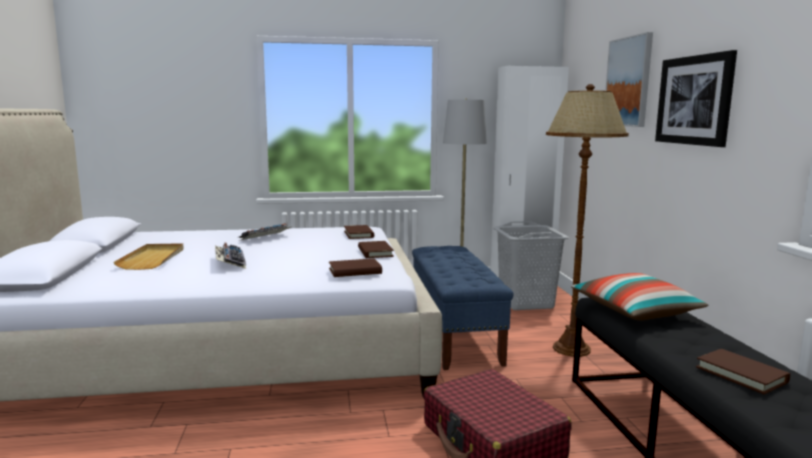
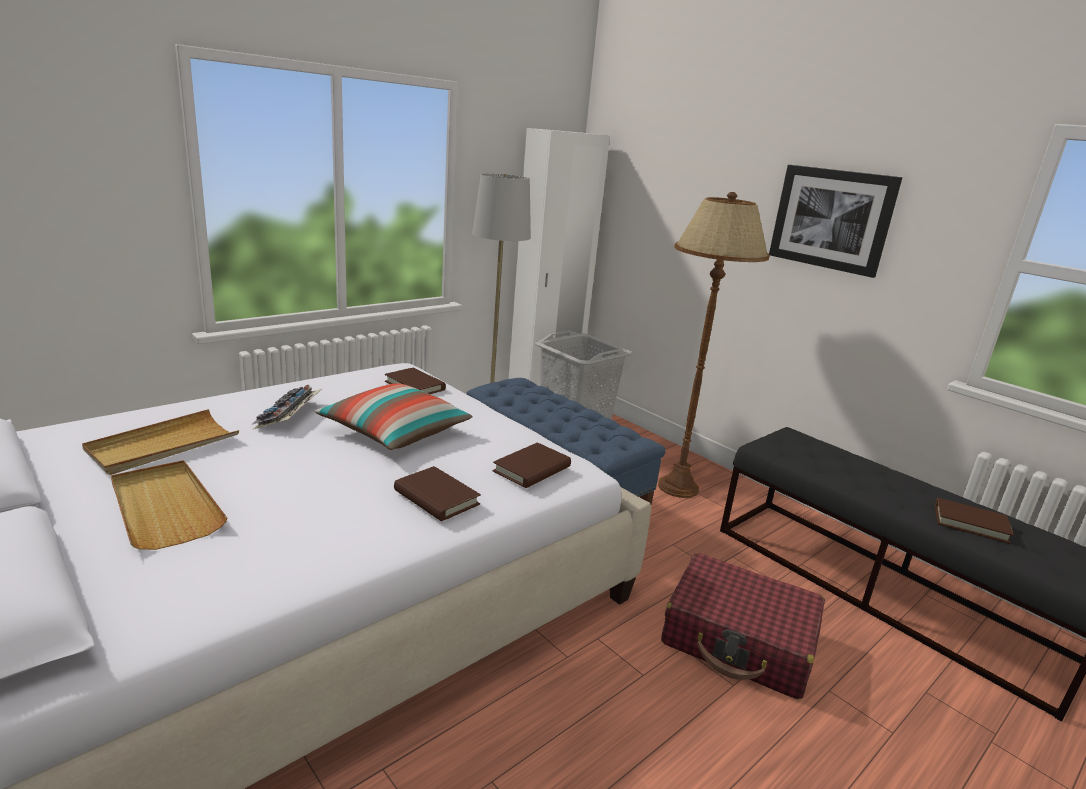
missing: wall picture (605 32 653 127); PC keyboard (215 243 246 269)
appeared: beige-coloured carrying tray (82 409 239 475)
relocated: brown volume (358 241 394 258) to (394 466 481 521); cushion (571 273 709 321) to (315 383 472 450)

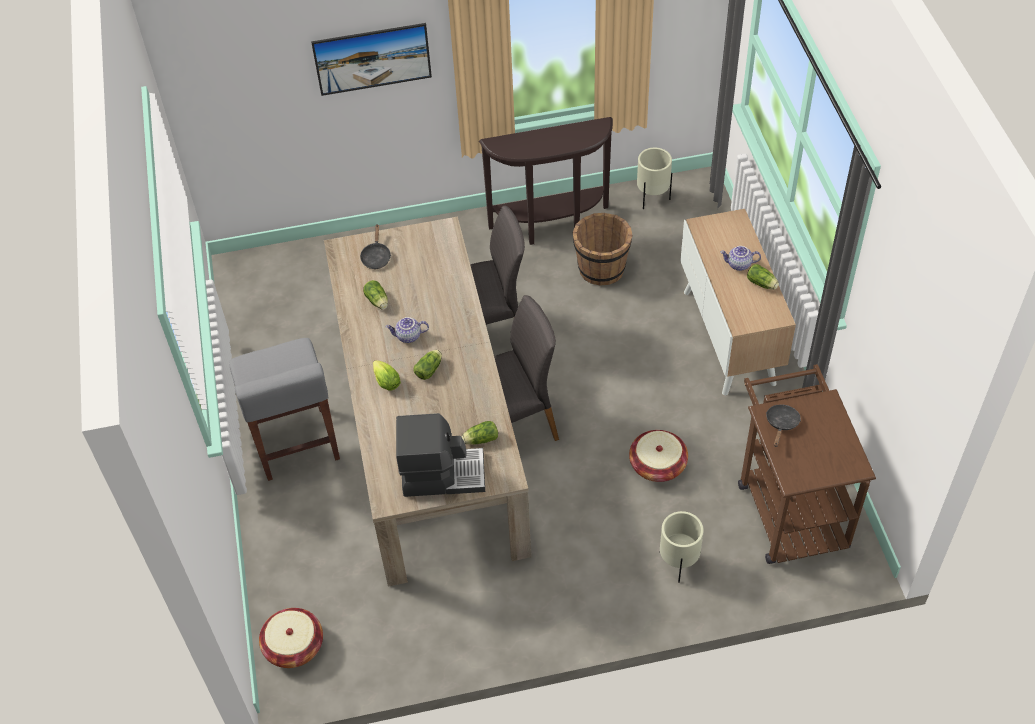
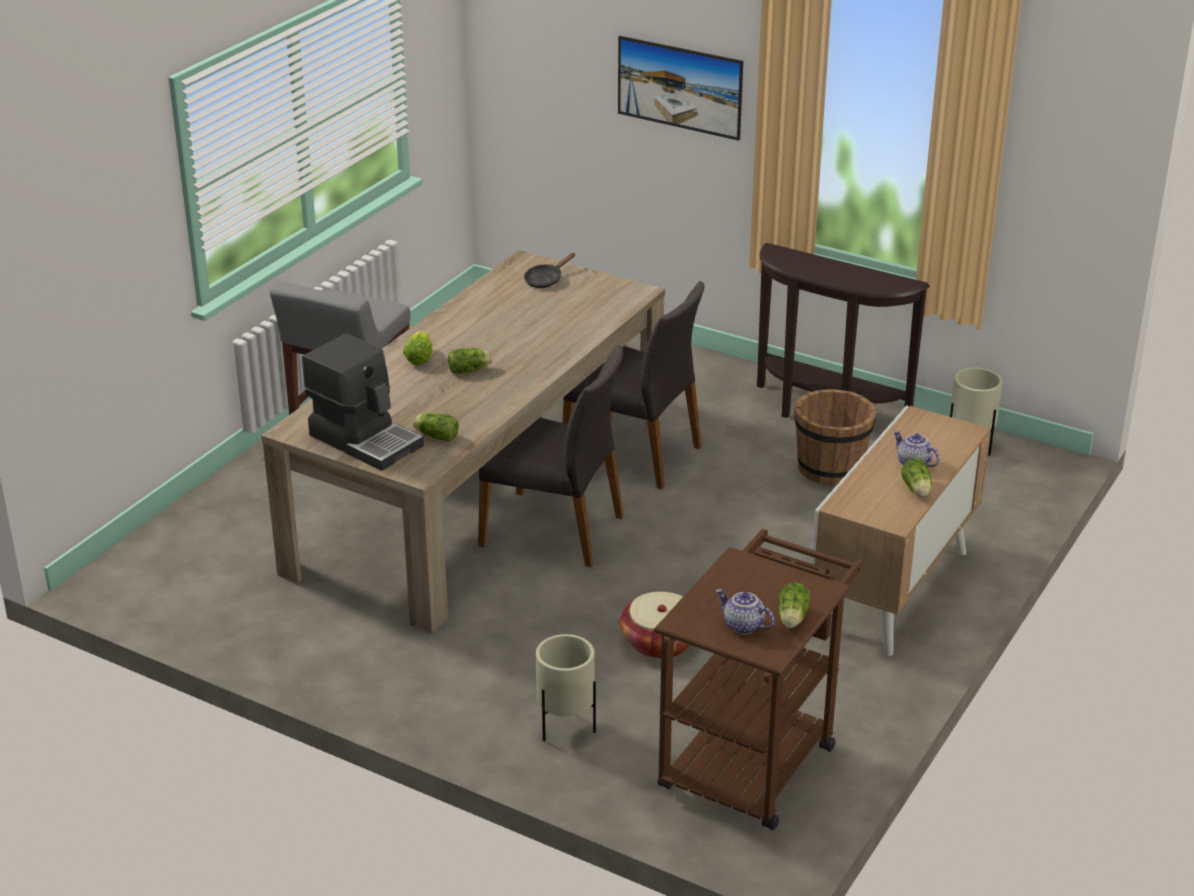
missing: black-coloured pan (766 404 801 447); household basket (259 608 323 668)
relocated: lettuce head (363 280 388 309) to (778 583 811 628); pot for tea (385 317 429 343) to (716 589 774 634)

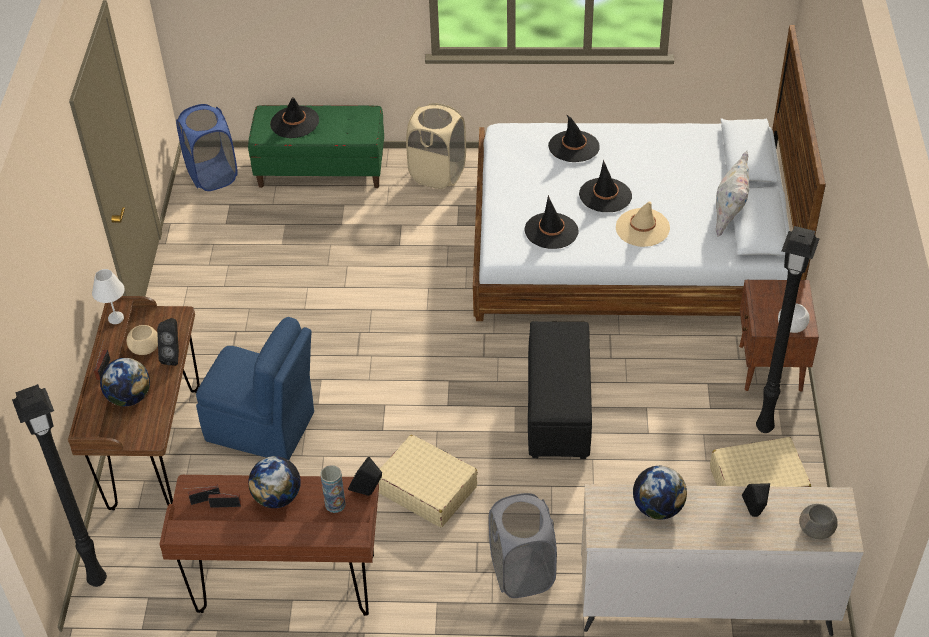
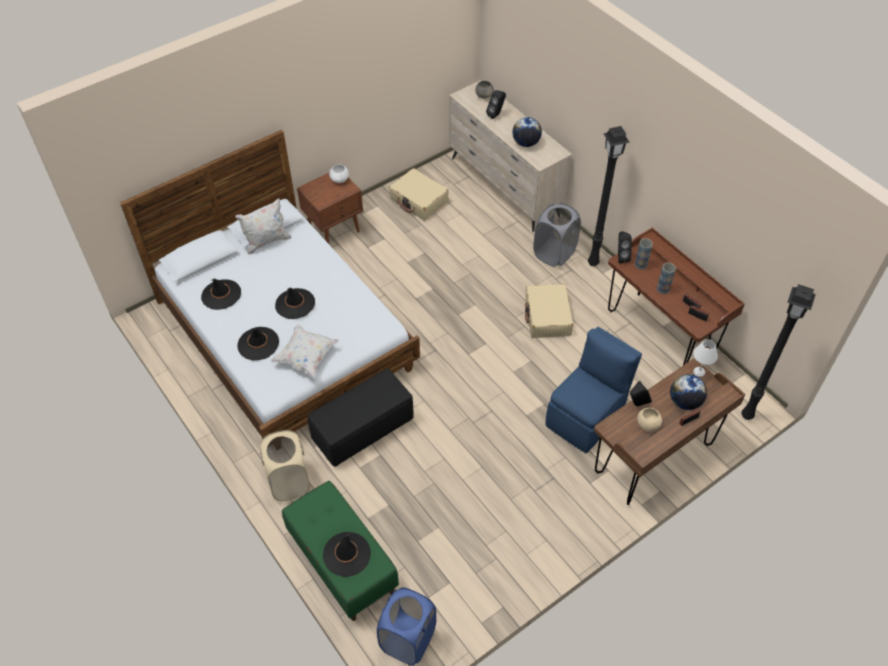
missing: beige-coloured wearable hat (616 201 670 247)
appeared: whitish cushion (270 325 339 378)
relocated: black-coloured wearable hat (524 195 579 249) to (201 278 241 310); black-coloured standing lamp (756 226 820 433) to (588 126 630 266); whitish lamp for a table (92 269 125 324) to (693 339 718 377); black-coloured ottoman (528 321 592 459) to (307 369 414 467)
exchanged: globe (248 456 301 508) to flower vase (657 263 676 294)
spun: blue plain chair (196 317 314 460) = (546 327 642 453) 60 degrees clockwise

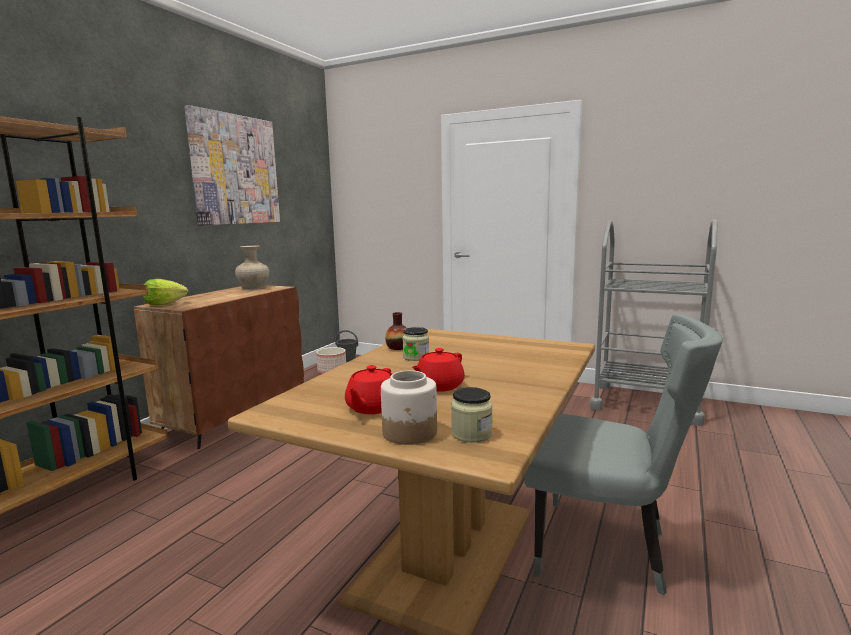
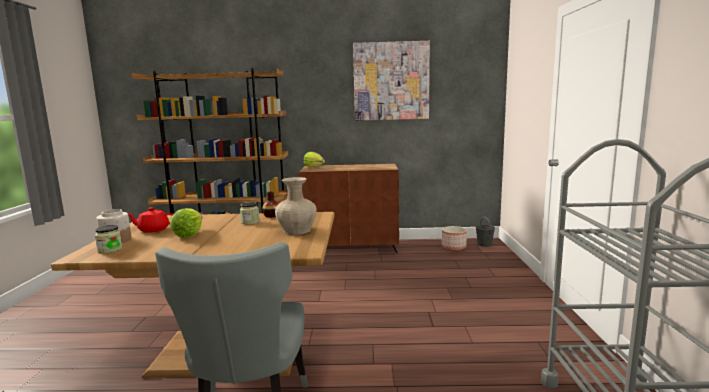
relocated: beige-coloured flower vase (235 246 269 290) to (275 177 317 235)
exchanged: reddish pot for tea (412 348 465 392) to lettuce head (170 208 202 238)

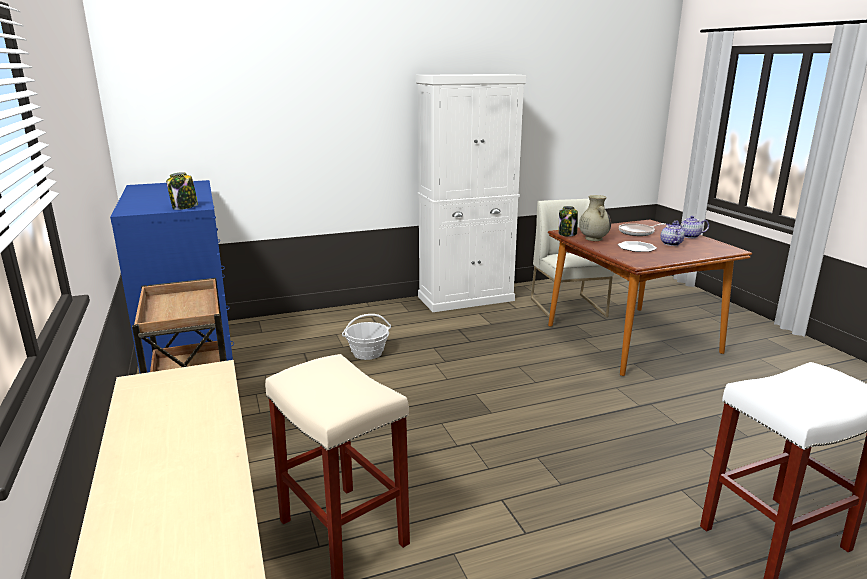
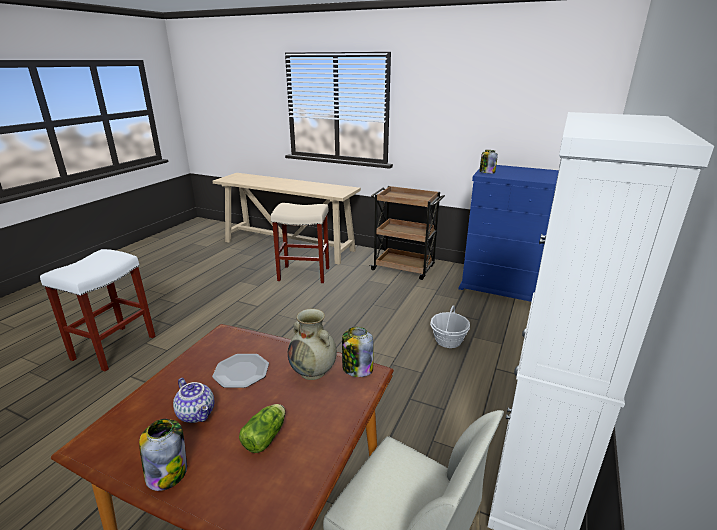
exchanged: pot for tea (674 216 709 238) to storage jar (139 419 187 491); pan (619 223 665 236) to lettuce head (239 404 285 453)

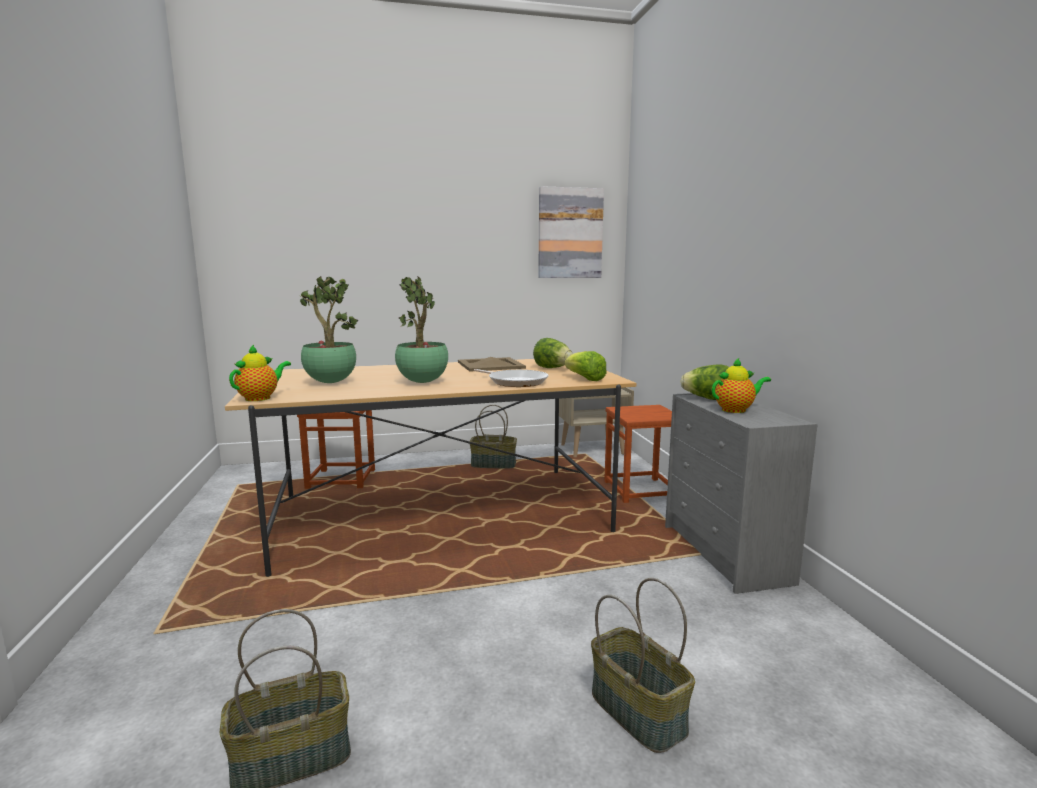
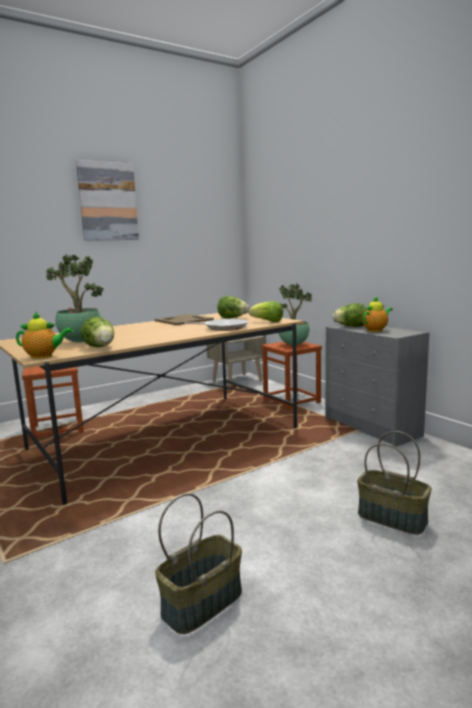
missing: household basket (470 405 517 469)
appeared: lettuce head (81 317 114 347)
relocated: wall picture (538 186 604 278) to (76 160 139 241); potted plant (395 276 448 383) to (279 283 312 345)
spun: pot for tea (229 345 291 401) = (16 312 73 359) 75 degrees clockwise

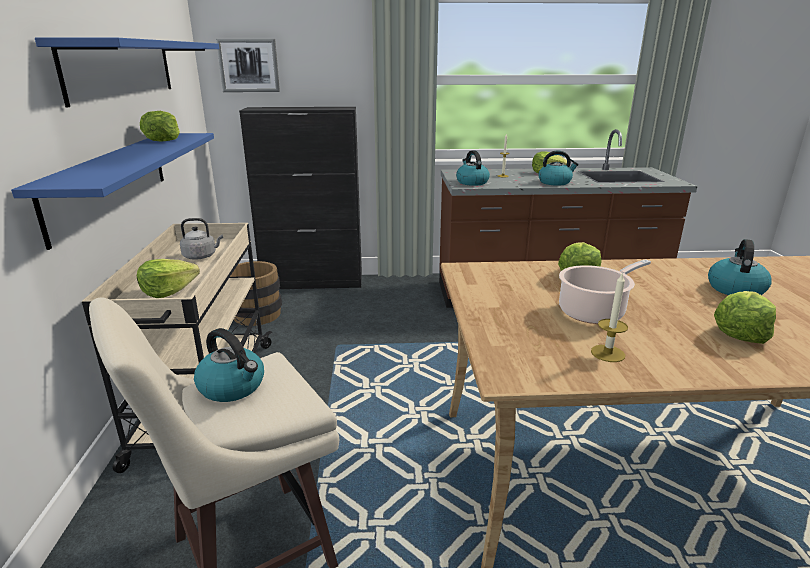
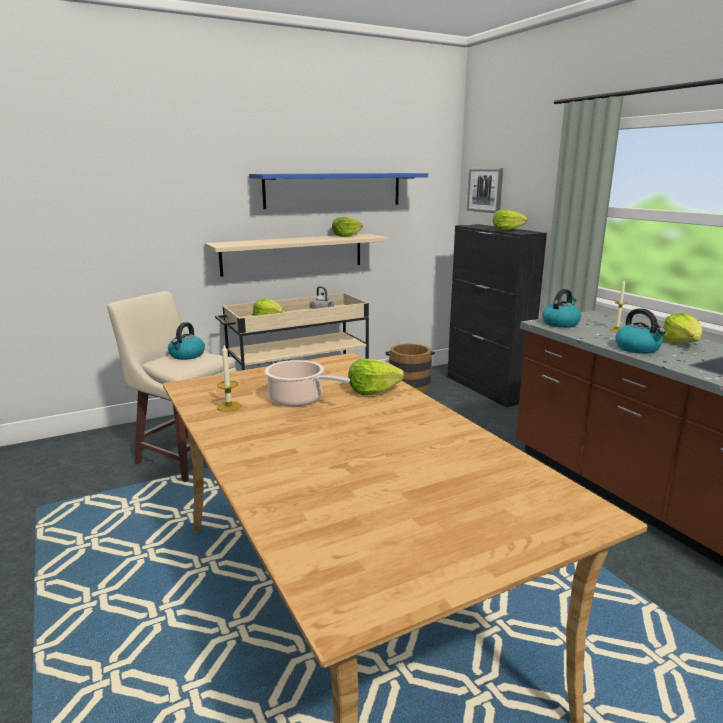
missing: tea kettle (708 239 772 295)
relocated: lettuce head (714 291 776 344) to (493 210 527 230)
colour: blue wall shelf (11 133 214 250) to beige-coloured wall shelf (205 234 388 277)

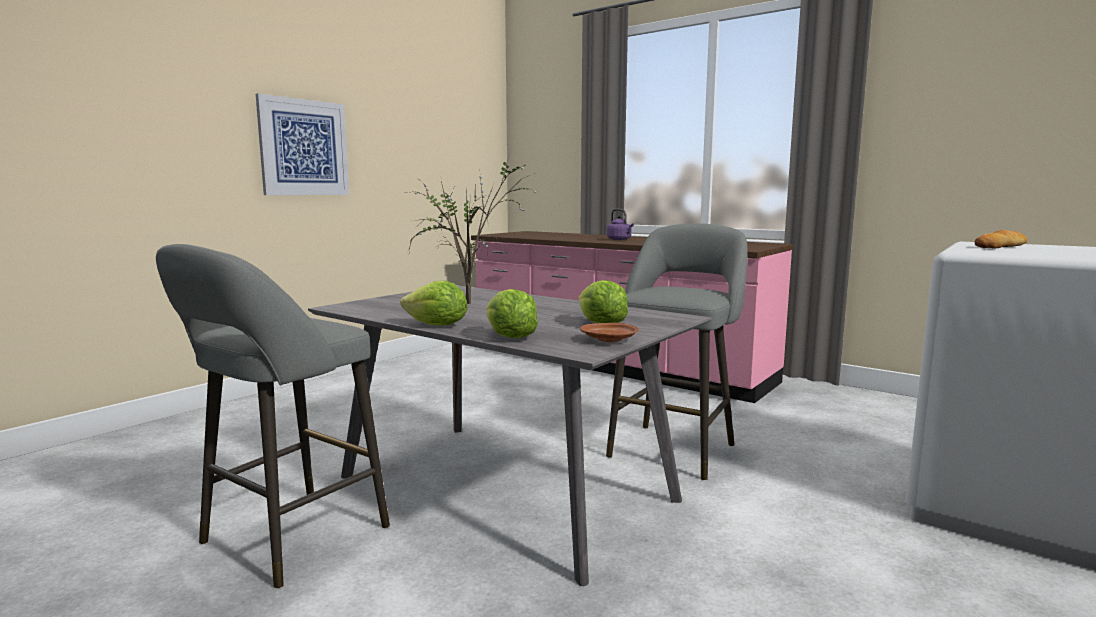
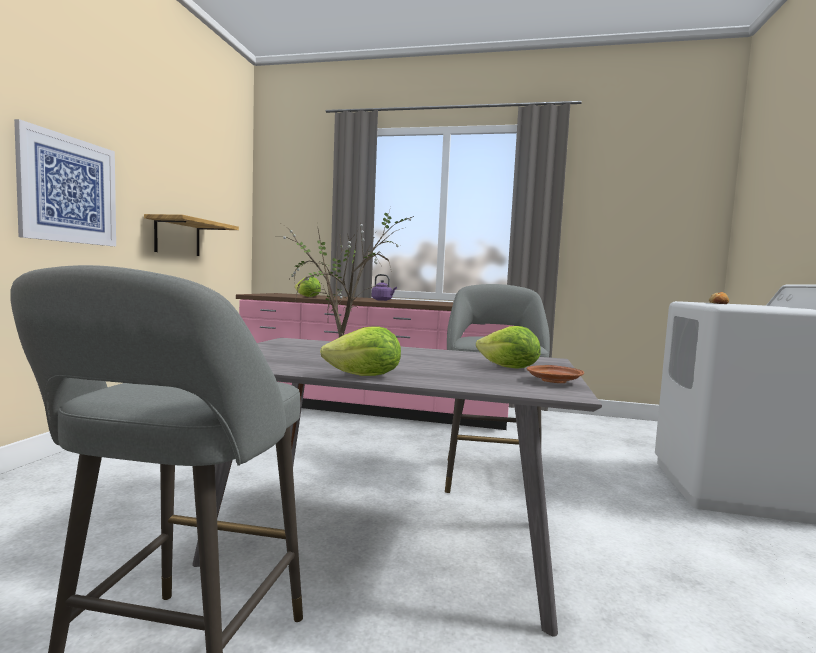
appeared: wall shelf (144 214 239 256)
relocated: lettuce head (486 289 538 339) to (295 277 321 297)

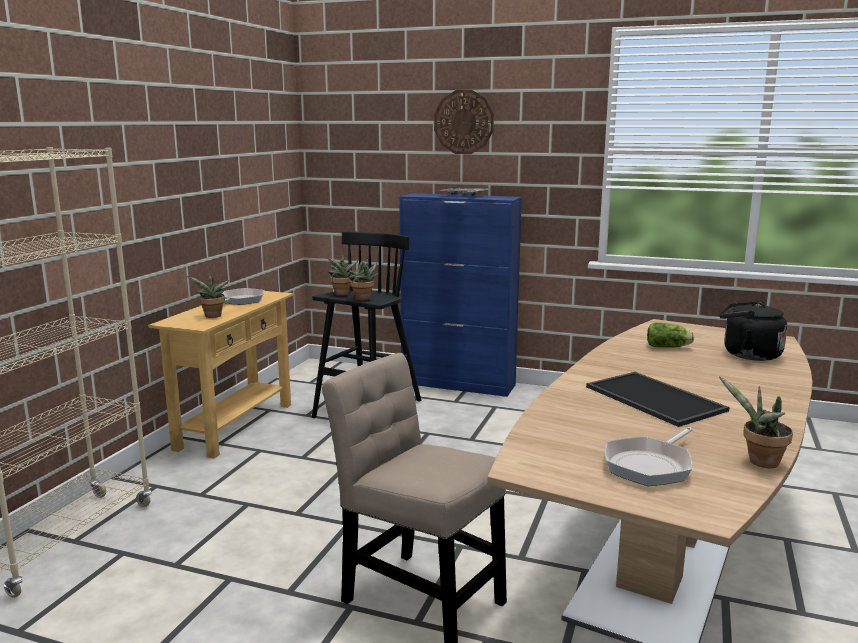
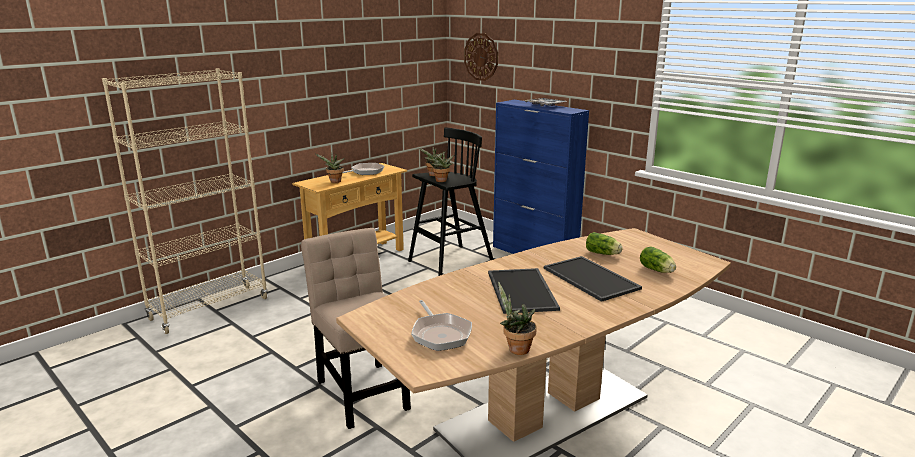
appeared: carrying tray (544 256 642 302)
relocated: hanging clock (434 90 494 154) to (464 33 498 81)
exchanged: black-coloured tea kettle (719 301 787 361) to lettuce head (640 247 676 273)
spun: pan (604 427 693 486) = (411 300 472 351) 90 degrees counterclockwise

